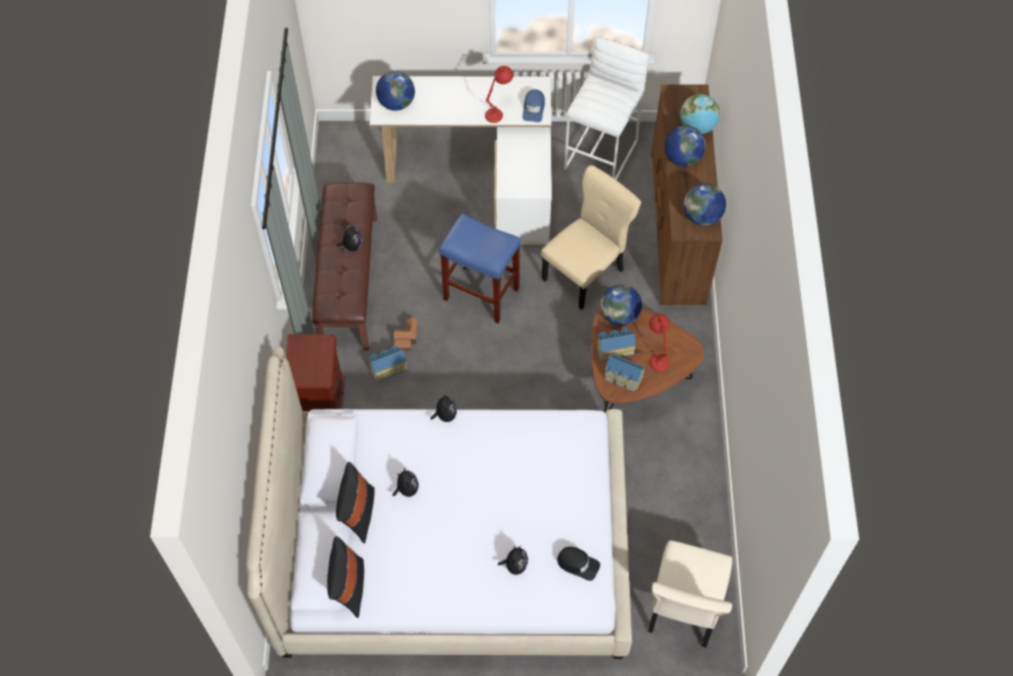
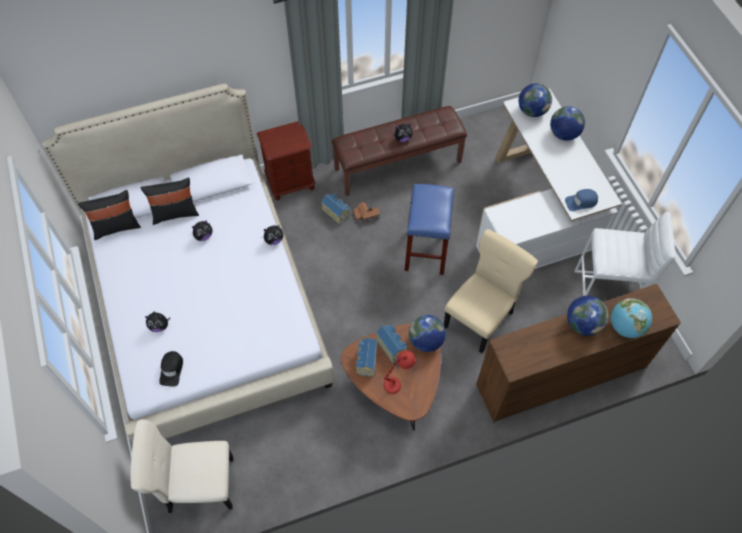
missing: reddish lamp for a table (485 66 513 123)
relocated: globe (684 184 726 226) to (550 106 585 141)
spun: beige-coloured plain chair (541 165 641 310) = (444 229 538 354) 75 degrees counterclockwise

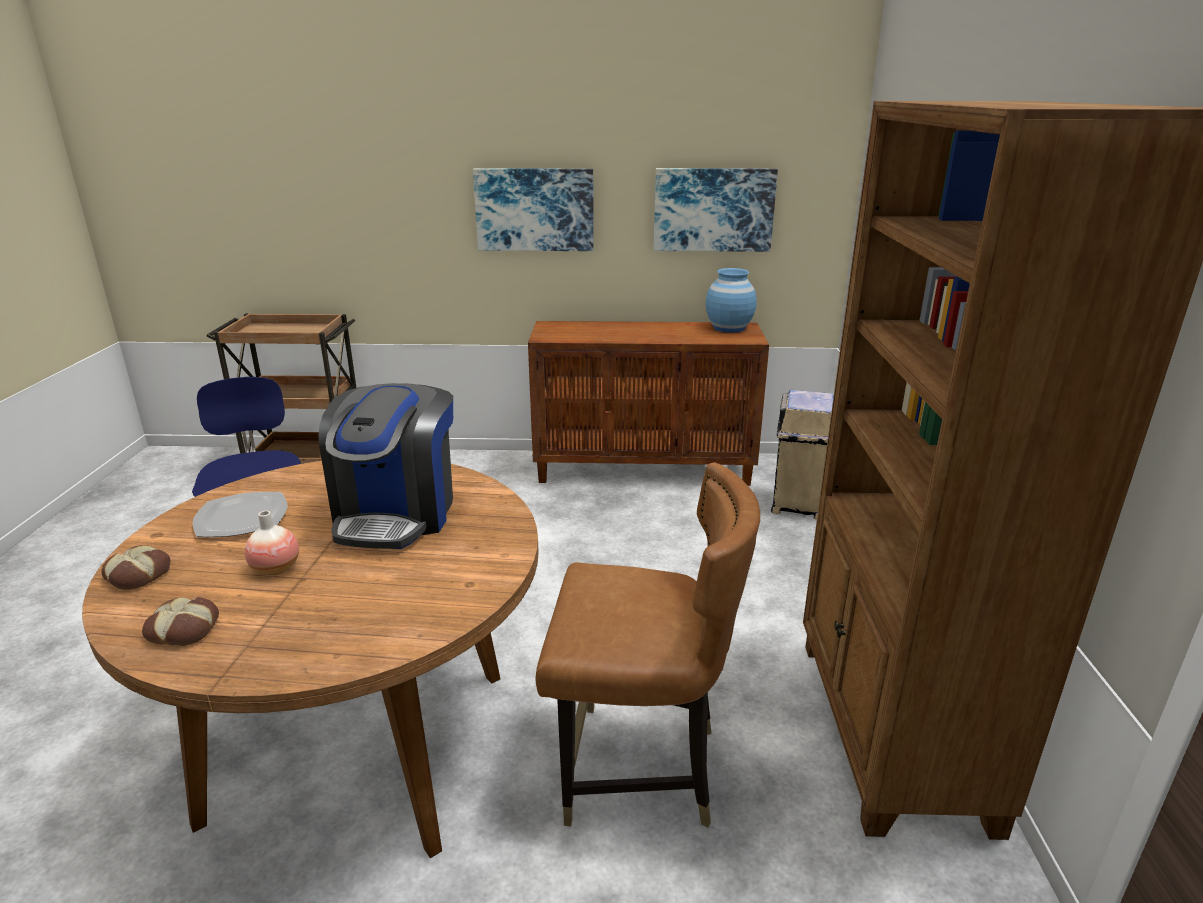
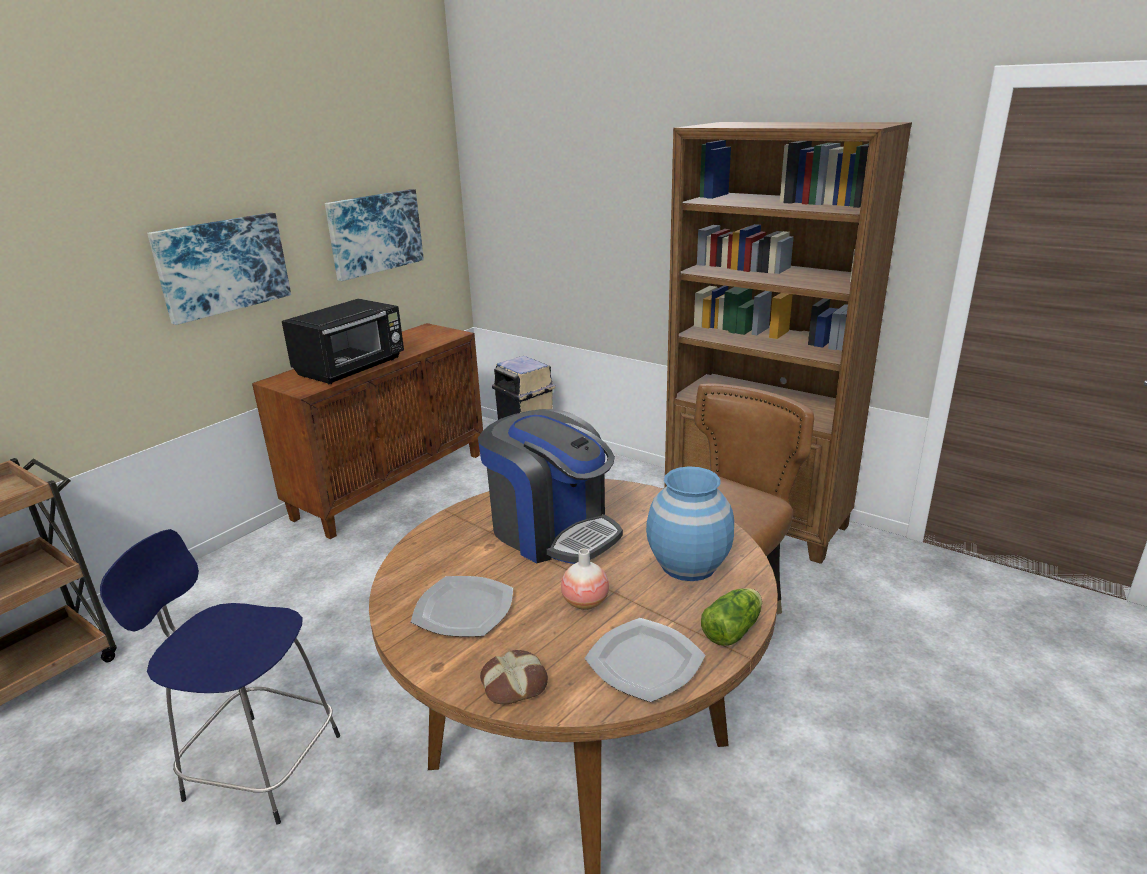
appeared: black-coloured microwave oven (282 299 404 384); lettuce head (701 588 762 646)
relocated: blue flower vase (706 268 757 333) to (646 466 734 581)
exchanged: bread (142 597 219 646) to flat dish (585 618 706 702)

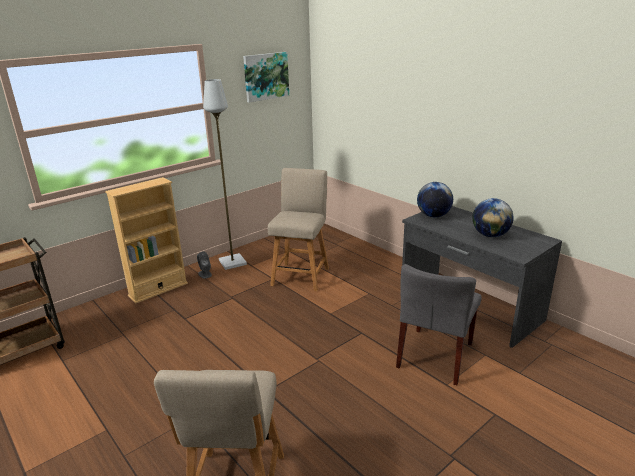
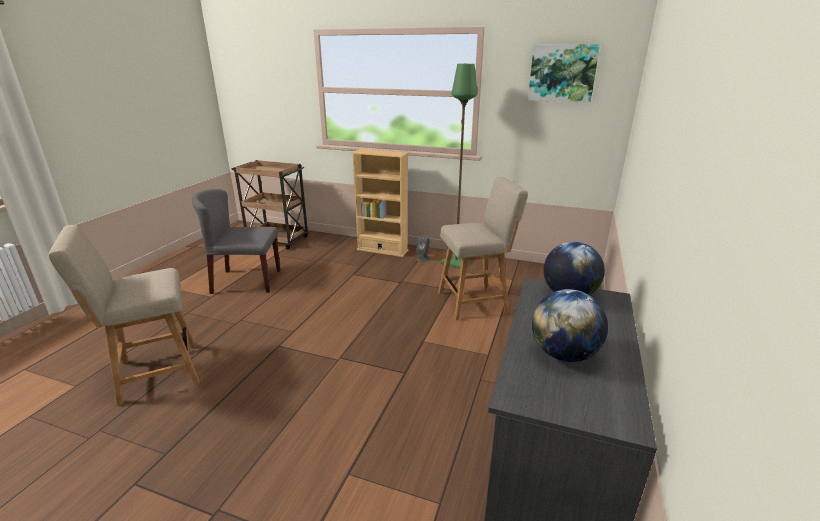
relocated: grey plain chair (396 264 482 385) to (192 189 280 294)
colour: grey standing lamp (203 79 247 270) to green-coloured standing lamp (441 64 478 269)

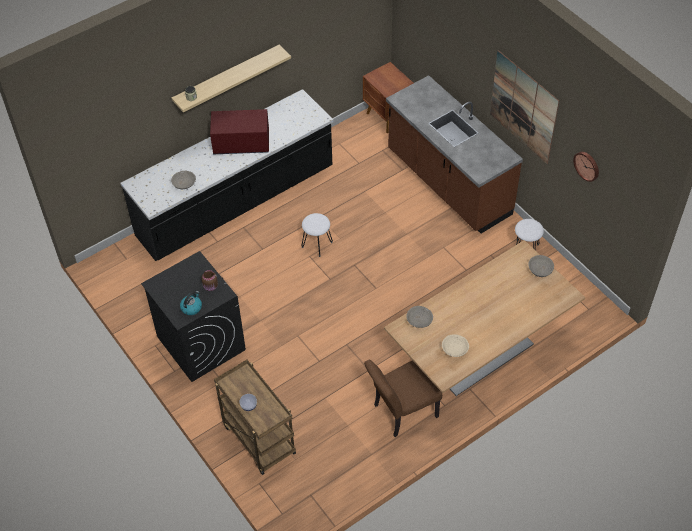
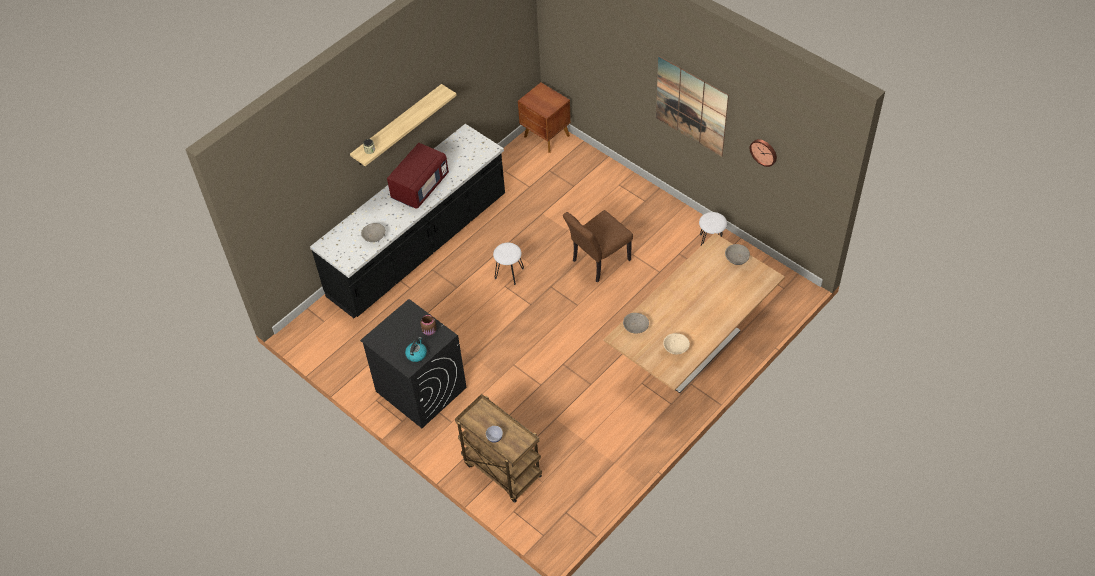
missing: brown counter (386 75 523 233)
relocated: brown plain chair (364 360 442 437) to (563 210 633 283)
spun: reddish microwave oven (210 109 269 154) = (387 143 449 209) 135 degrees clockwise

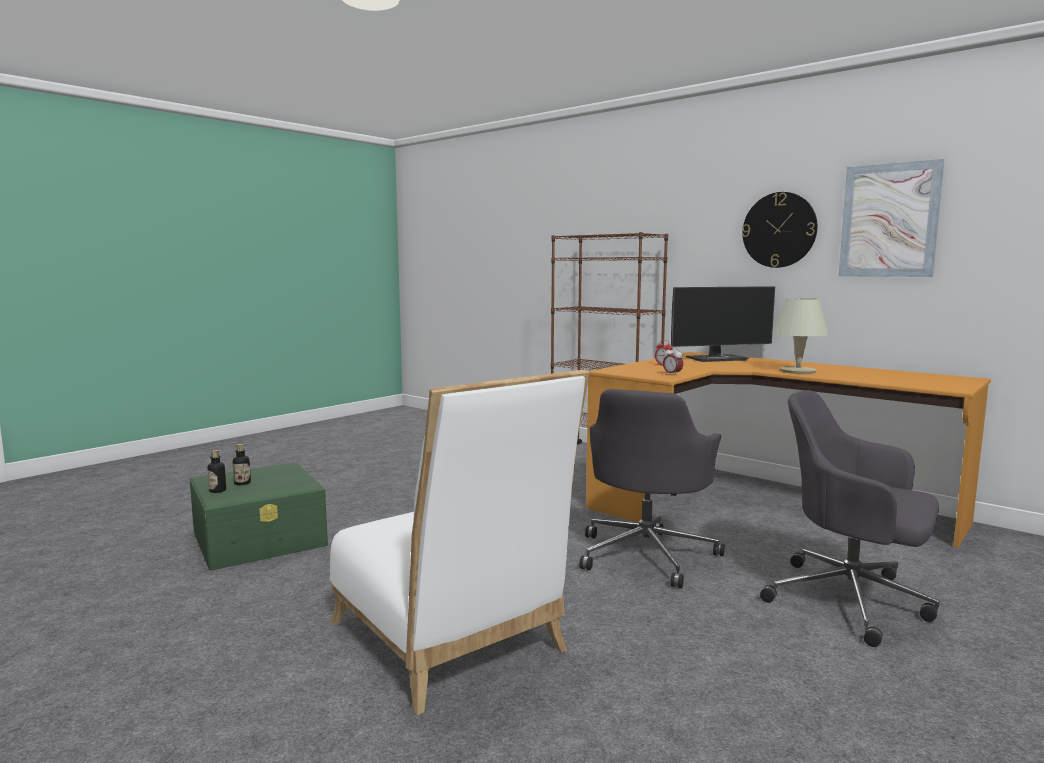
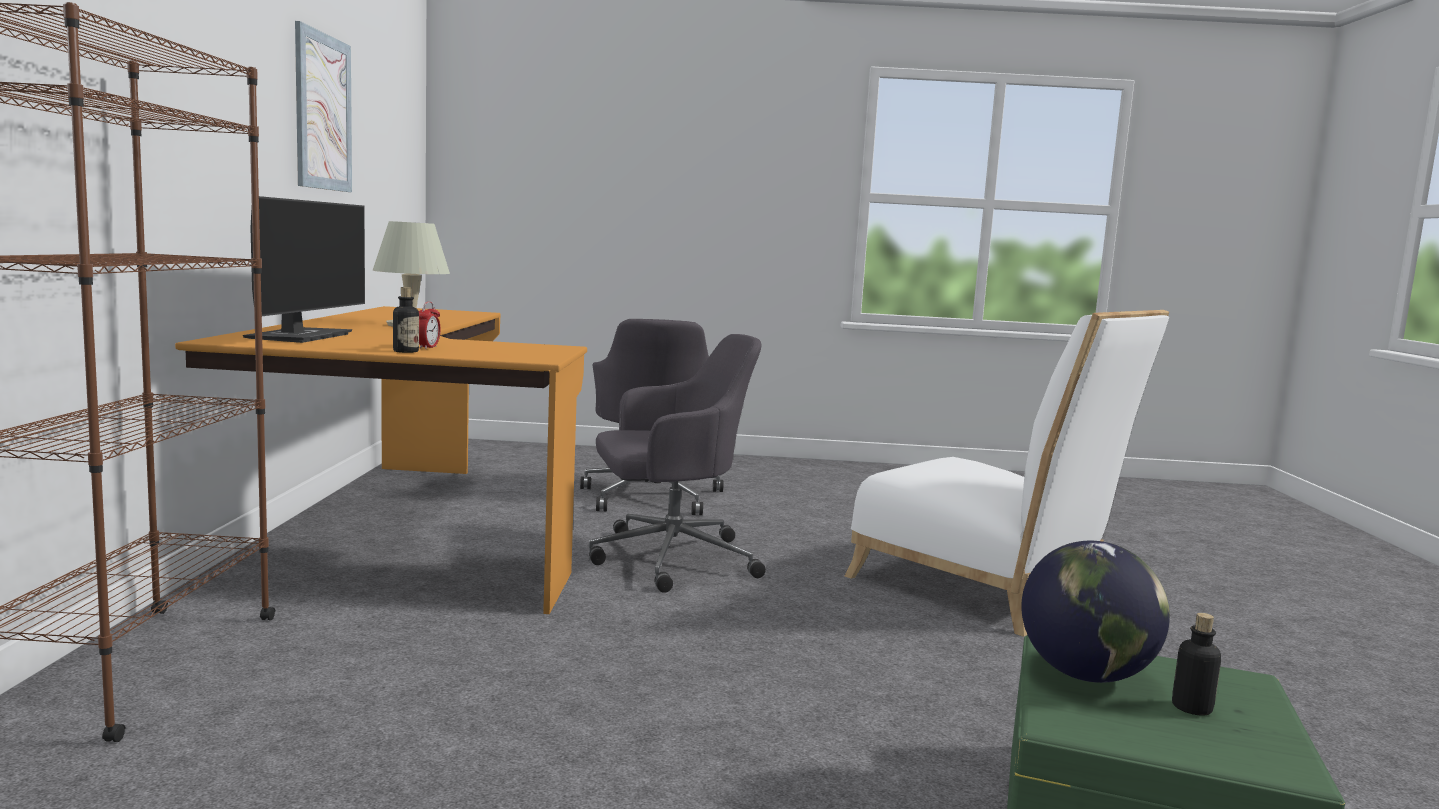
missing: hanging clock (742 192 817 268); alarm clock (663 347 683 374)
appeared: globe (1021 541 1170 683)
relocated: beverage bottle (207 450 226 493) to (393 287 419 353)
spun: computer screen (671 286 775 362) = (243 196 365 343) 60 degrees clockwise; whitish plain chair (330 370 590 715) = (845 310 1169 637) 120 degrees clockwise

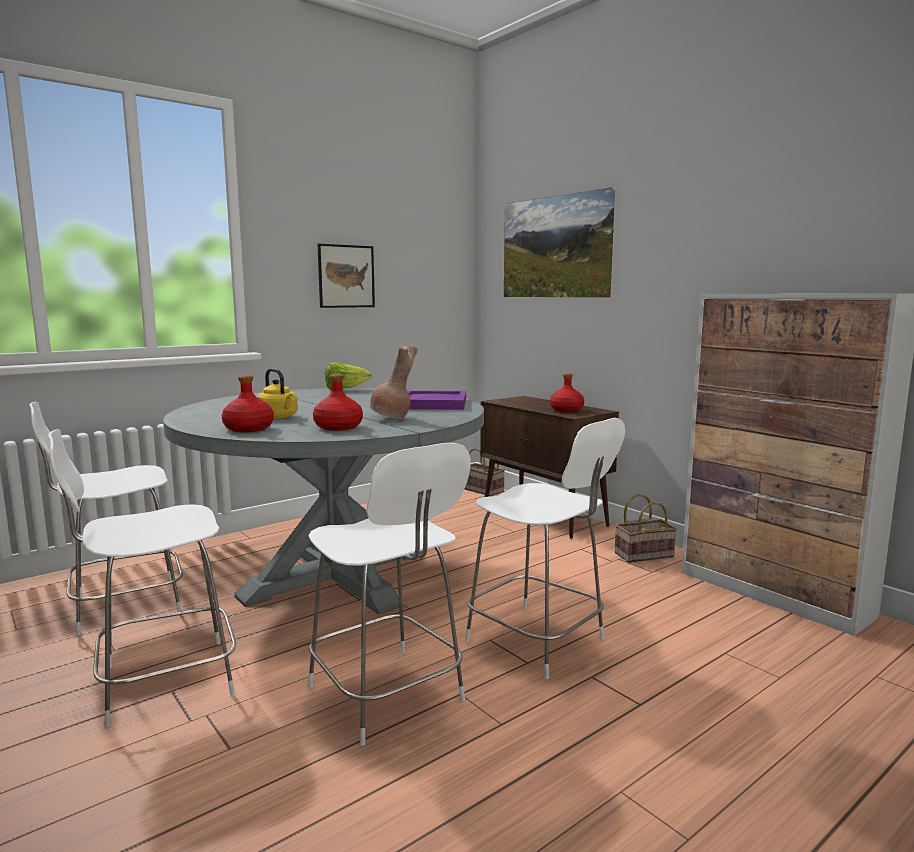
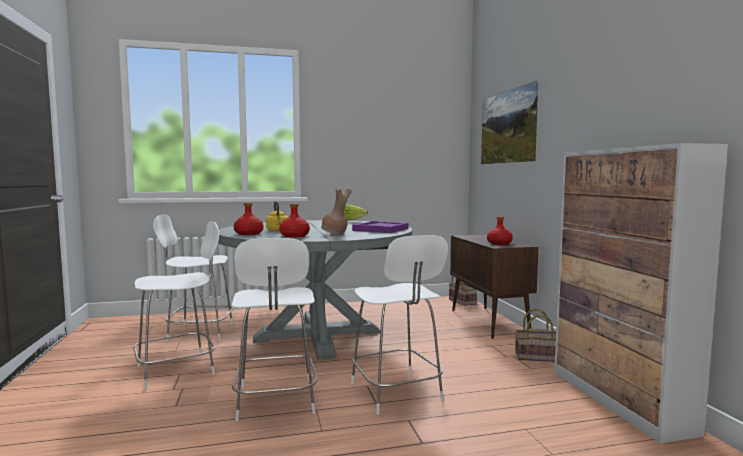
missing: wall picture (318 244 375 308)
spun: whitish plain chair (49 429 236 727) = (133 222 219 389) 150 degrees clockwise

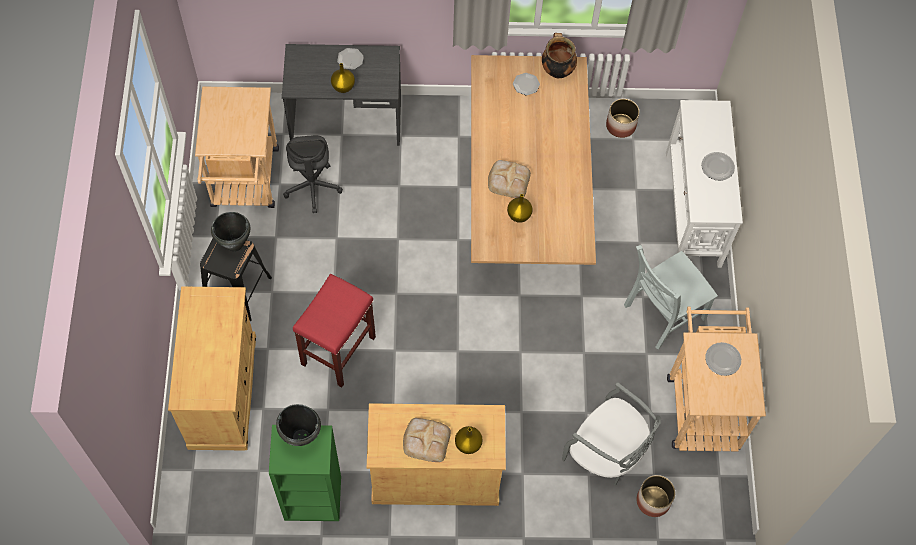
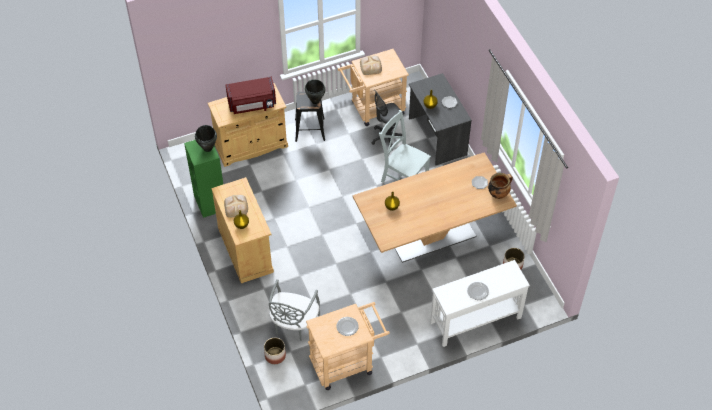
missing: reddish stool (293 274 376 387)
appeared: reddish microwave oven (226 77 276 114)
relocated: bread (488 160 531 198) to (360 56 382 75); grey plain chair (624 245 718 349) to (379 110 431 183)

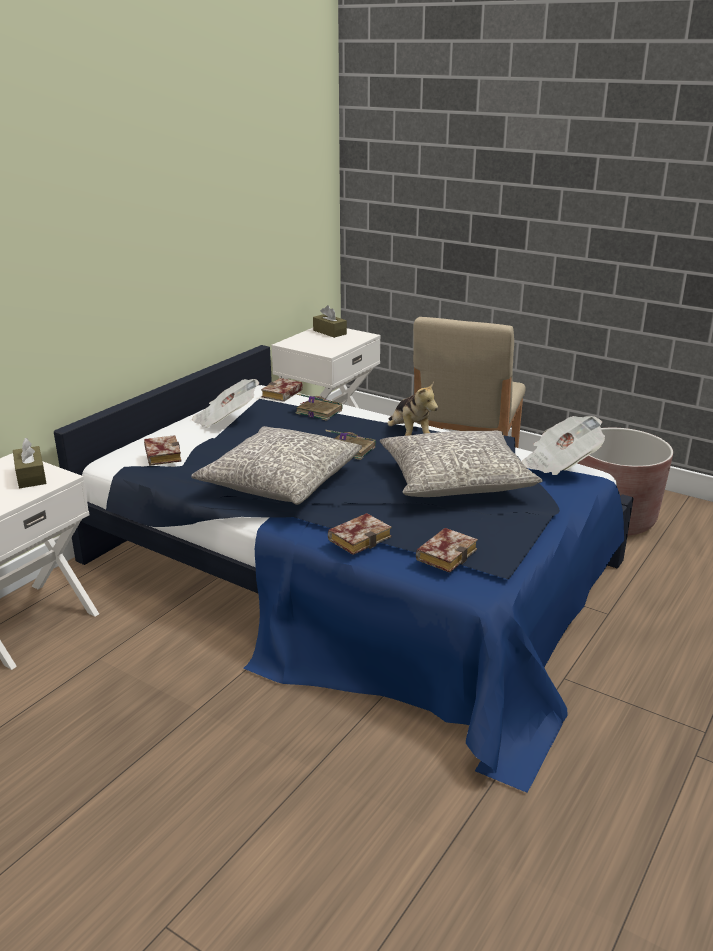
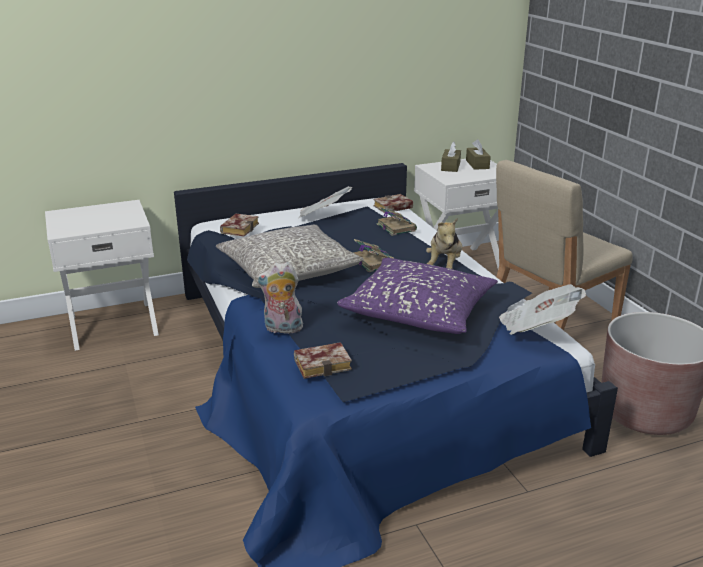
relocated: brown tissue holder (13 438 47 488) to (441 141 461 172)
exchanged: volume (328 513 392 555) to plush toy (256 262 303 335)
colour: grey cushion (380 431 543 497) to purple-coloured cushion (337 258 498 334)

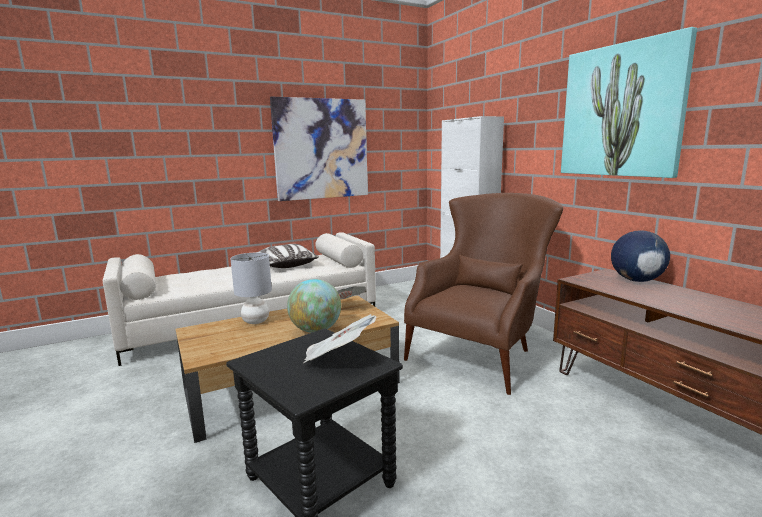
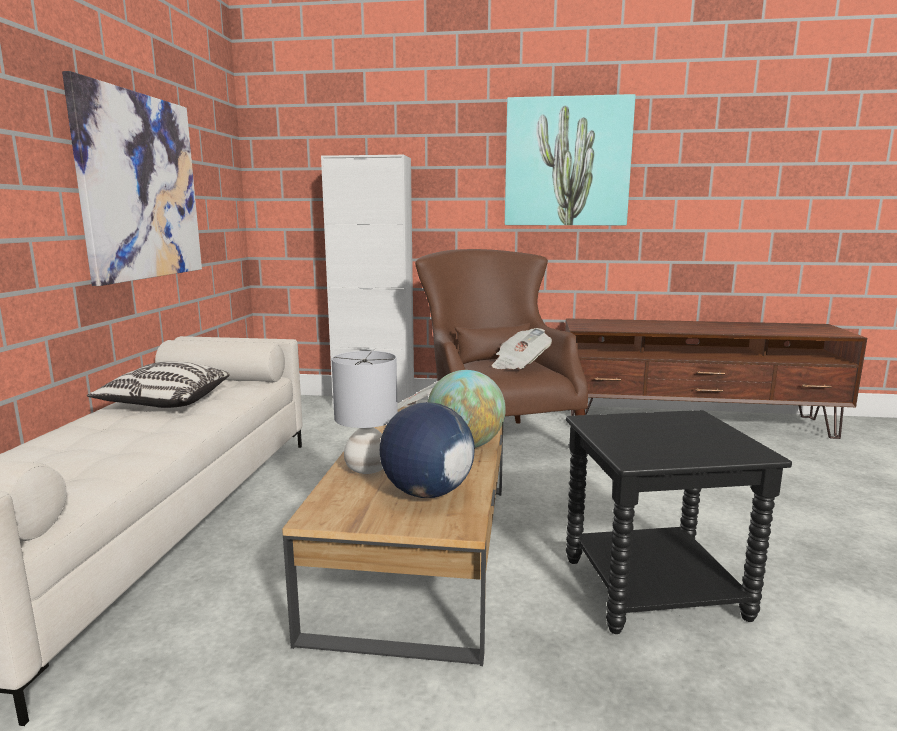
relocated: globe (611 230 670 282) to (380 402 475 498); daily paper (303 314 376 363) to (492 328 552 369)

